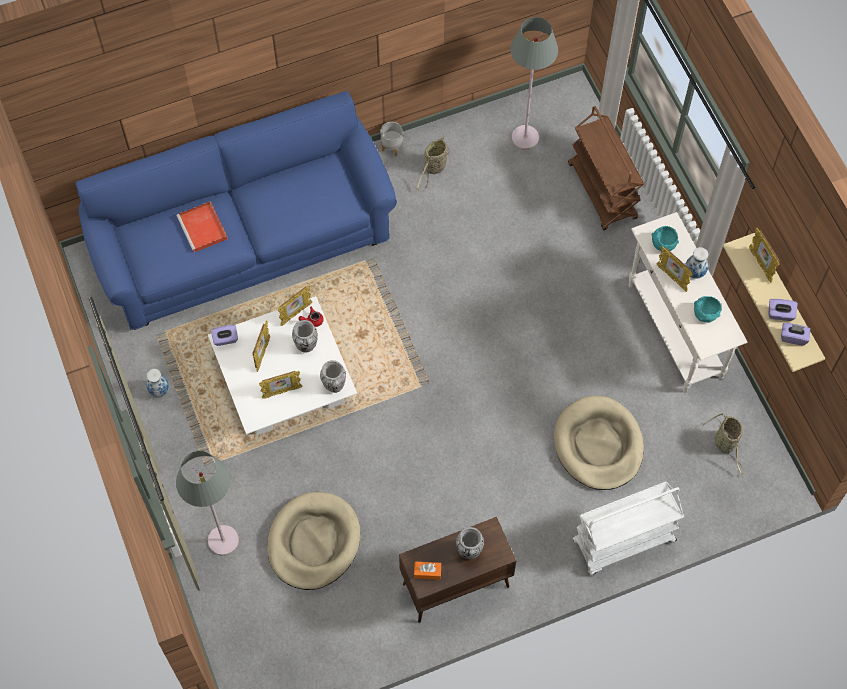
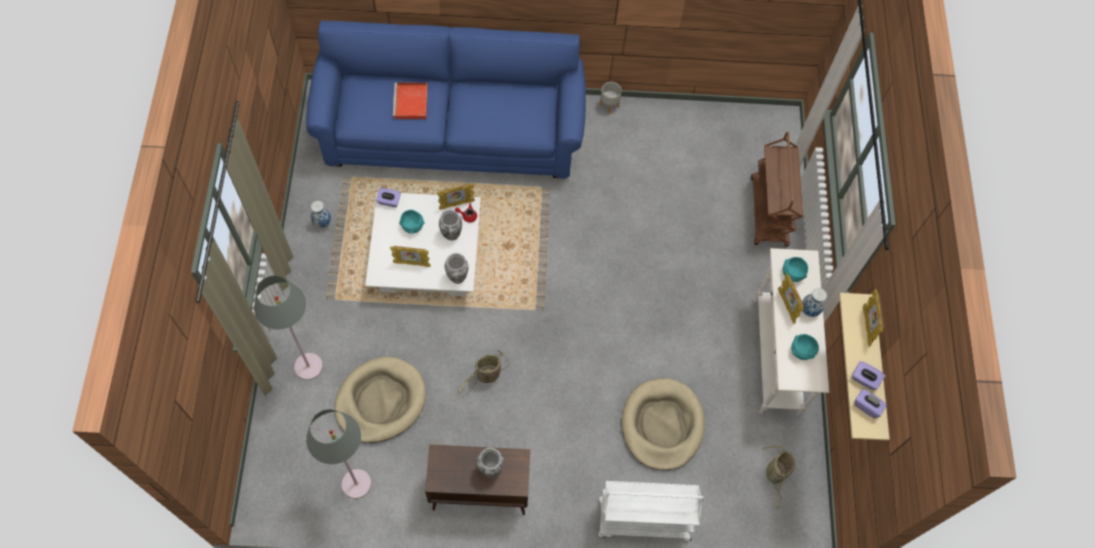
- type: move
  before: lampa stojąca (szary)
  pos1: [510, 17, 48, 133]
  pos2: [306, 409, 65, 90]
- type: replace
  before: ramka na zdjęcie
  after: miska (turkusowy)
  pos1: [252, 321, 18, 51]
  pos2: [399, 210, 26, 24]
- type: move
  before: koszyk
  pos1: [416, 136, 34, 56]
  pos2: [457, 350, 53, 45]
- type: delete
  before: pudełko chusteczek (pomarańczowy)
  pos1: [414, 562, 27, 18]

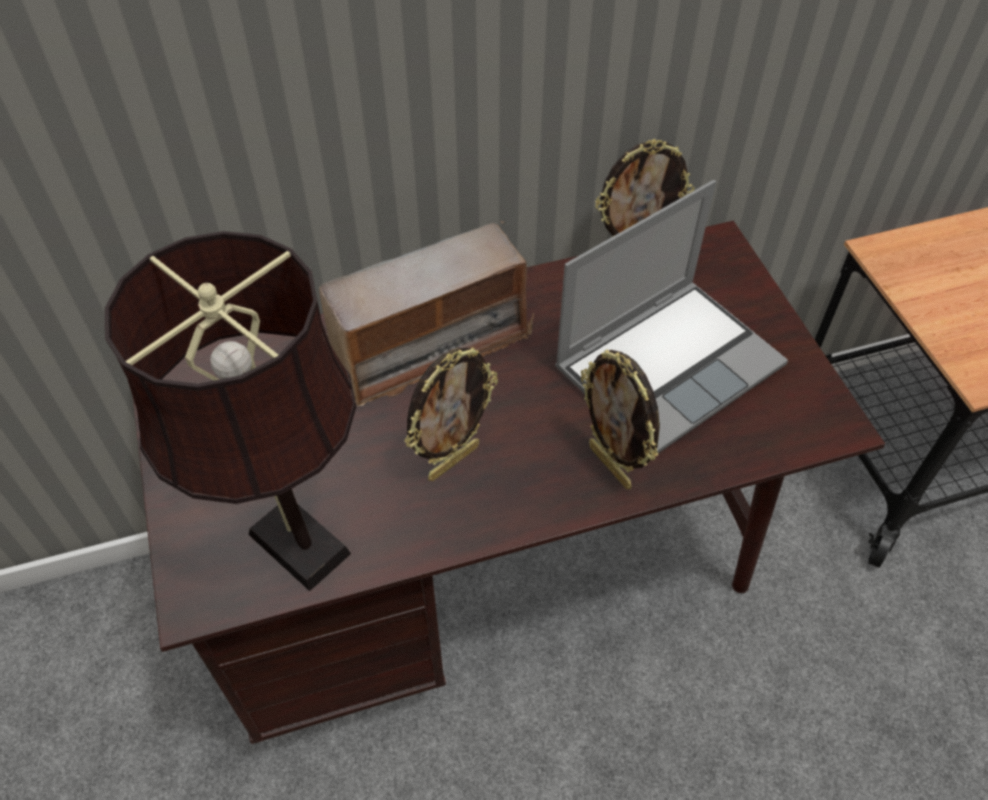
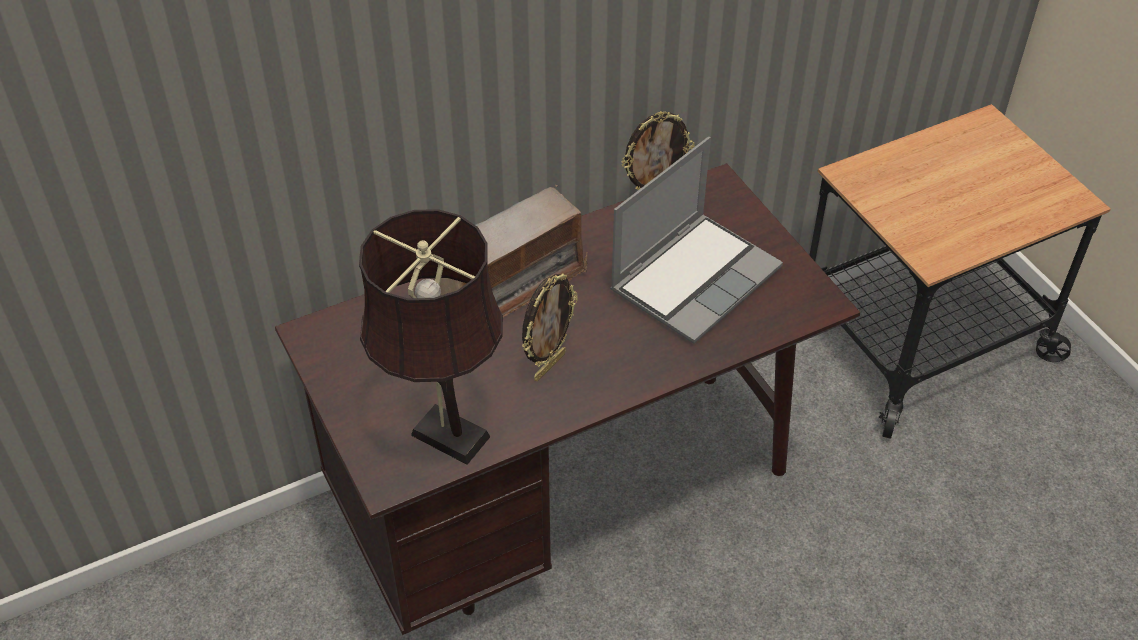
- type: delete
  before: ramka na zdjęcie
  pos1: [581, 349, 79, 140]

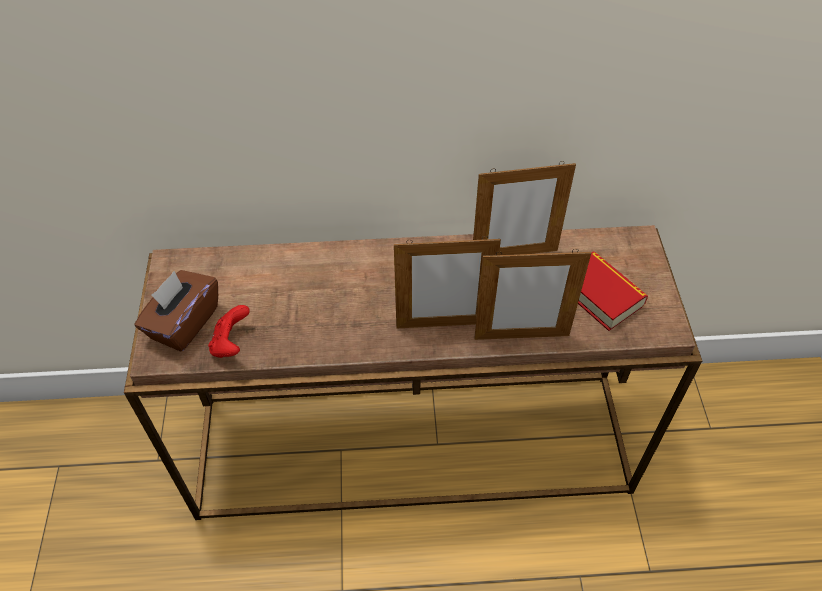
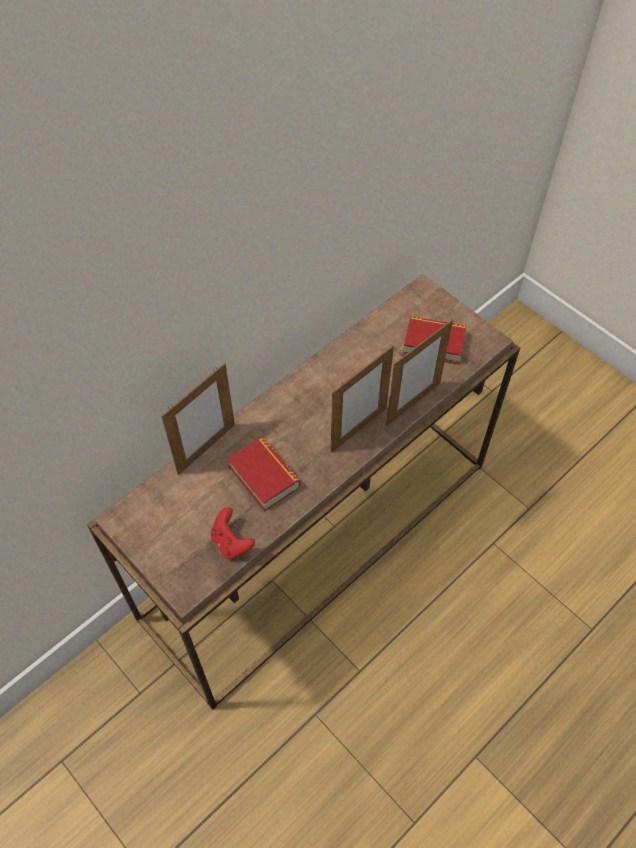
- type: move
  before: ramka na zdjęcie
  pos1: [473, 161, 103, 94]
  pos2: [161, 363, 74, 112]
- type: insert
  after: książka
  pos2: [227, 437, 73, 74]
- type: delete
  before: pudełko chusteczek (brązowy)
  pos1: [135, 270, 83, 81]

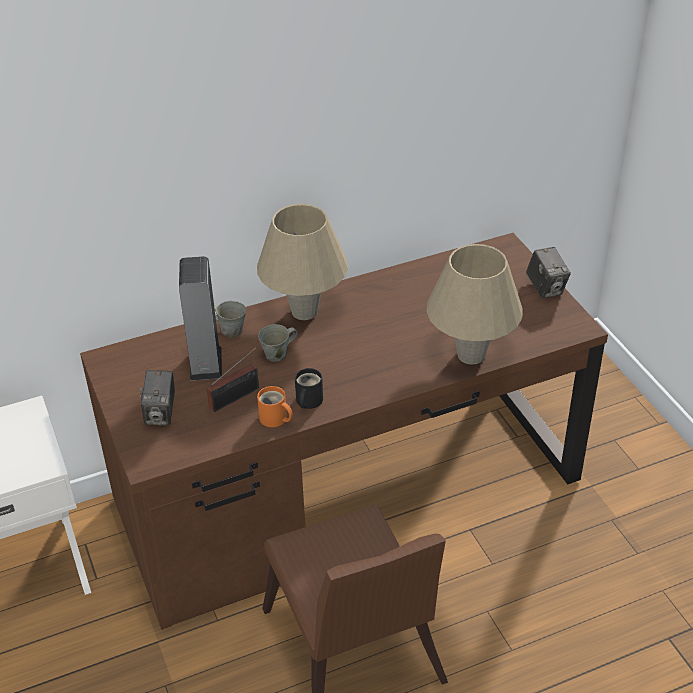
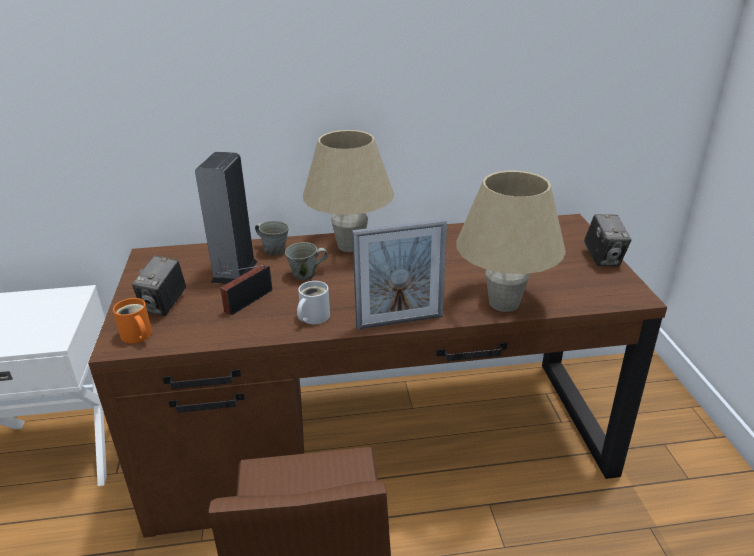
- type: move
  before: kubek (pomarańczowy)
  pos1: [257, 386, 36, 41]
  pos2: [113, 298, 39, 45]
- type: rotate
  before: radio
  pos1: [207, 346, 52, 66]
  pos2: [216, 264, 56, 51]
  turn: 150
- type: recolor
  before: kubek (czarny)
  after: kubek (biały)
  pos1: [295, 368, 28, 41]
  pos2: [297, 281, 33, 43]
- type: insert
  after: ramka na zdjęcie
  pos2: [352, 219, 95, 111]

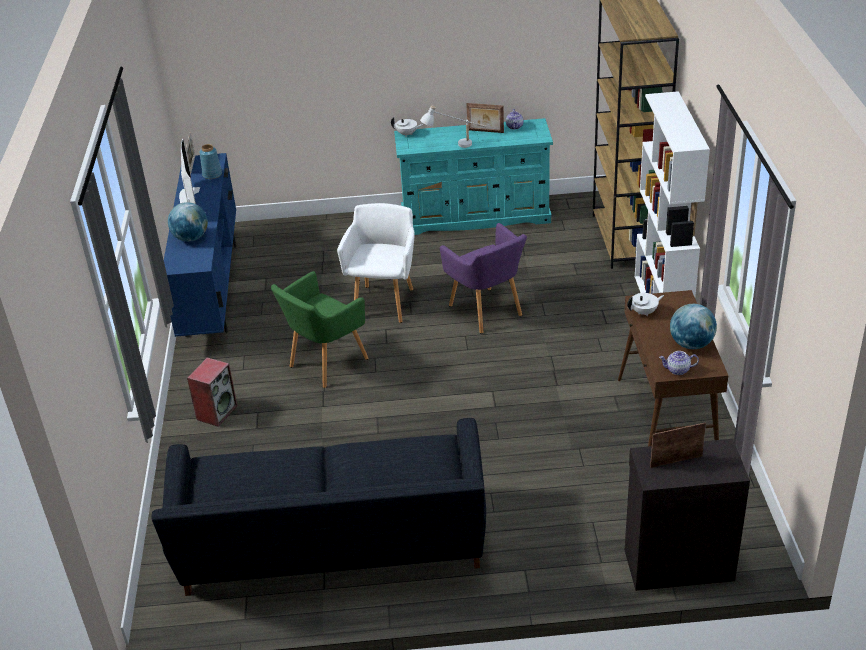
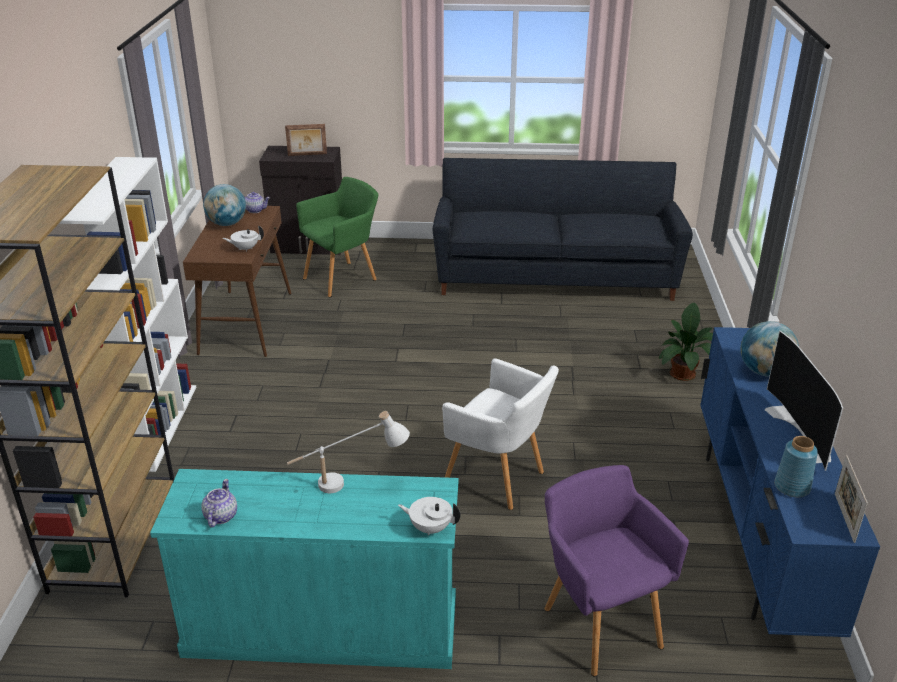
- type: move
  before: fotel (zielony)
  pos1: [271, 271, 98, 117]
  pos2: [296, 177, 82, 120]
- type: rotate
  before: fotel (biały)
  pos1: [337, 203, 78, 120]
  pos2: [442, 358, 117, 152]
  turn: -75
- type: move
  before: fotel (fioletowy)
  pos1: [440, 223, 87, 110]
  pos2: [545, 465, 144, 211]
- type: replace
  before: głośnik
  after: roślina doniczkowa
  pos1: [187, 357, 51, 70]
  pos2: [658, 303, 55, 78]
- type: delete
  before: ramka na zdjęcie
  pos1: [466, 103, 38, 30]

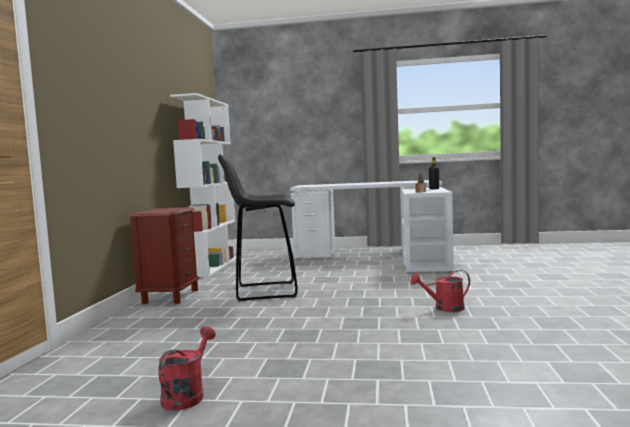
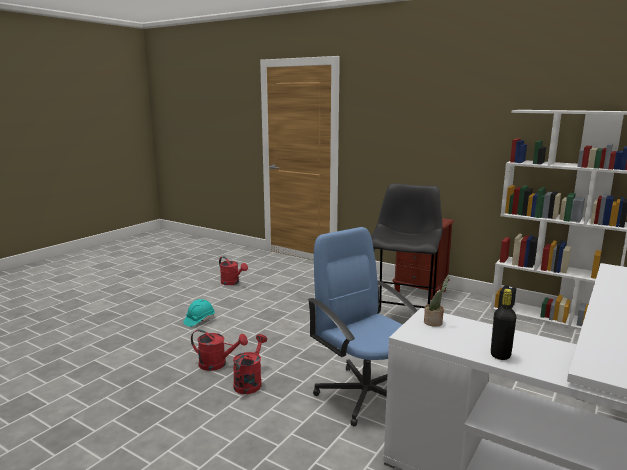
- type: insert
  after: kask (turkusowy)
  pos2: [183, 299, 32, 28]
- type: insert
  after: konewka (czerwony)
  pos2: [191, 330, 57, 41]
- type: insert
  after: krzesło biurowe (niebieski)
  pos2: [307, 227, 111, 200]

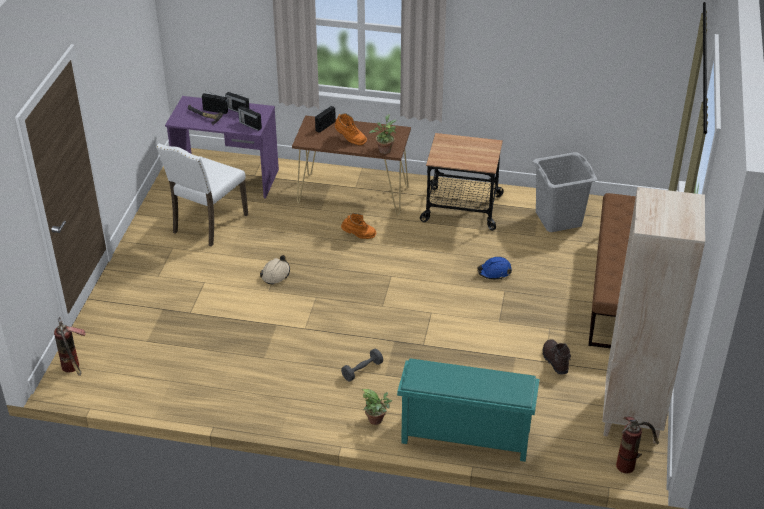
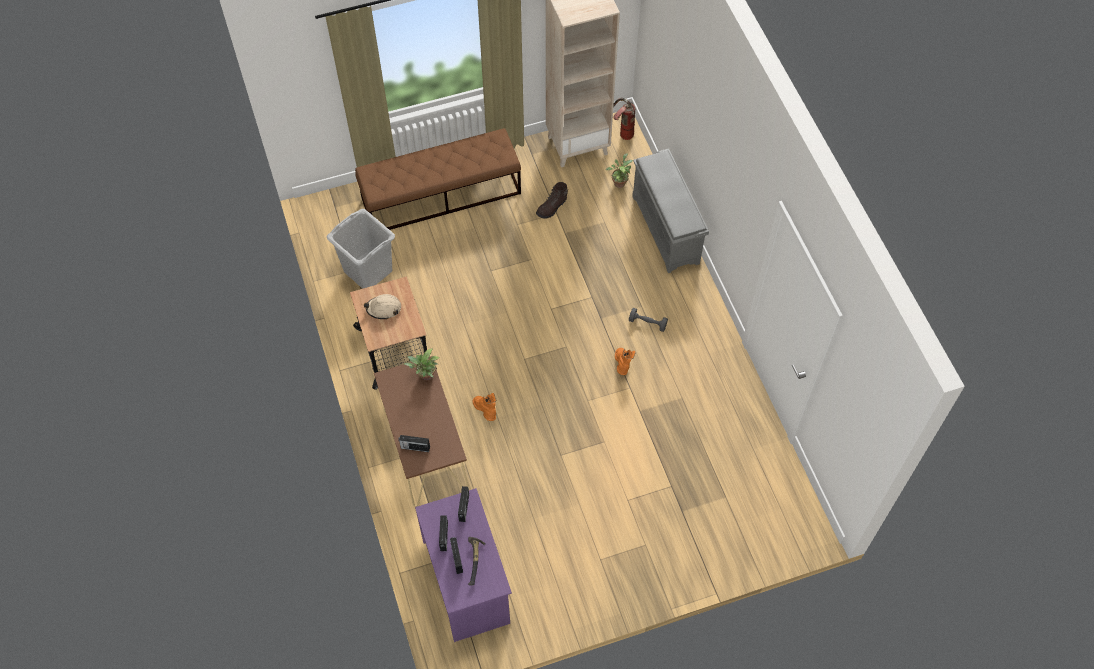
- type: move
  before: kask (beżowy)
  pos1: [260, 255, 30, 30]
  pos2: [364, 294, 37, 26]
- type: move
  before: roślina doniczkowa
  pos1: [362, 389, 30, 36]
  pos2: [606, 153, 27, 35]
- type: move
  before: but z cholewką (pomarańczowy)
  pos1: [335, 114, 32, 31]
  pos2: [615, 348, 21, 27]
- type: recolor
  before: regał na buty (turkusowy)
  after: regał na buty (szary)
  pos1: [397, 358, 143, 104]
  pos2: [632, 148, 77, 125]
- type: delete
  before: gaśnica
  pos1: [54, 317, 31, 59]
- type: delete
  before: krzesło (biały)
  pos1: [156, 144, 92, 102]
- type: delete
  before: kask (niebieski)
  pos1: [477, 257, 35, 23]

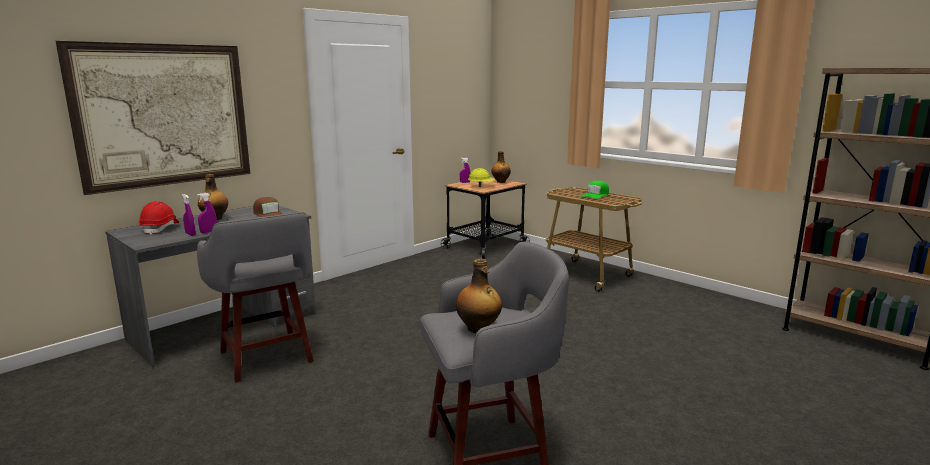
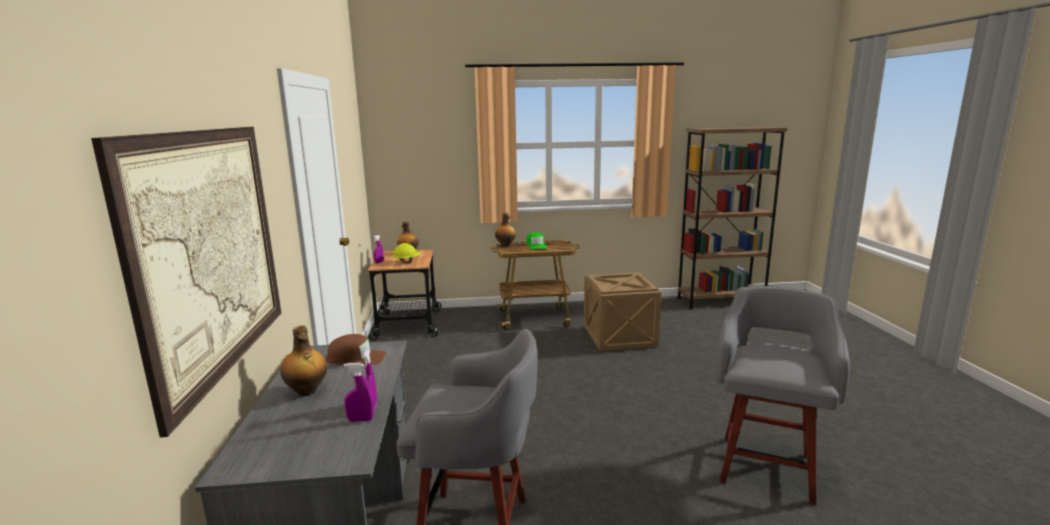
- type: move
  before: butelka
  pos1: [456, 259, 46, 74]
  pos2: [495, 213, 21, 34]
- type: insert
  after: skrzynka
  pos2: [584, 272, 78, 79]
- type: delete
  before: kask (czerwony)
  pos1: [138, 201, 41, 34]

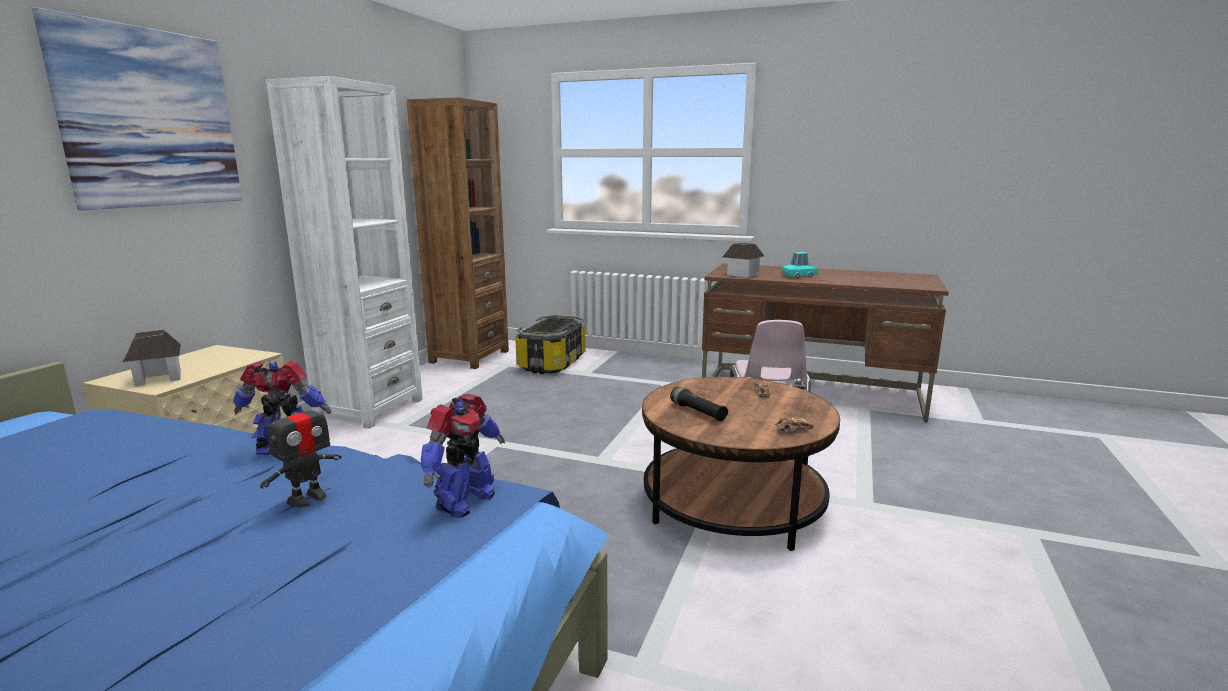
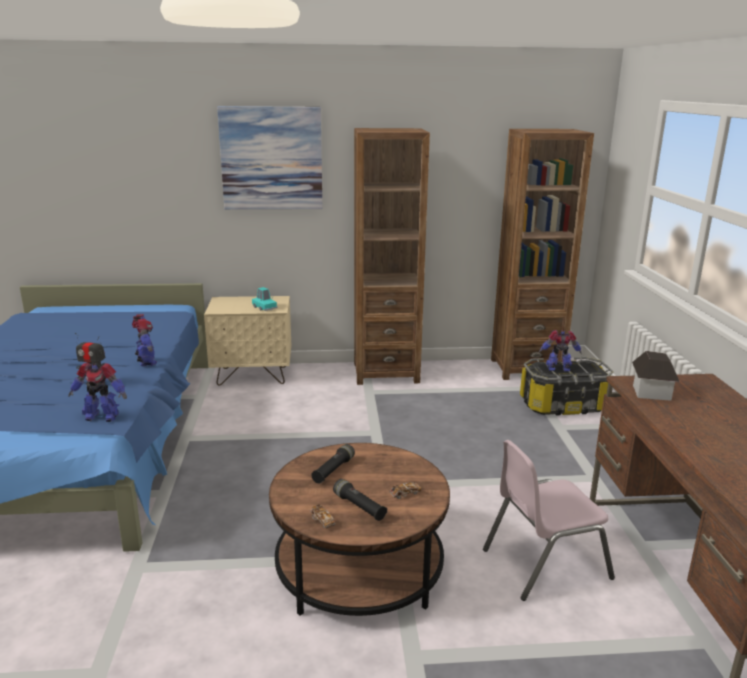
- type: move
  before: samochodzik (turkusowy)
  pos1: [782, 252, 36, 26]
  pos2: [252, 287, 26, 24]
- type: insert
  after: latarka (czarny)
  pos2: [333, 479, 54, 42]
- type: recolor
  before: regał (biały)
  after: regał (brązowy)
  pos1: [266, 76, 157, 353]
  pos2: [354, 128, 76, 257]
- type: insert
  after: robot zabawkowy
  pos2: [539, 330, 43, 41]
- type: delete
  before: domek
  pos1: [123, 330, 58, 57]

